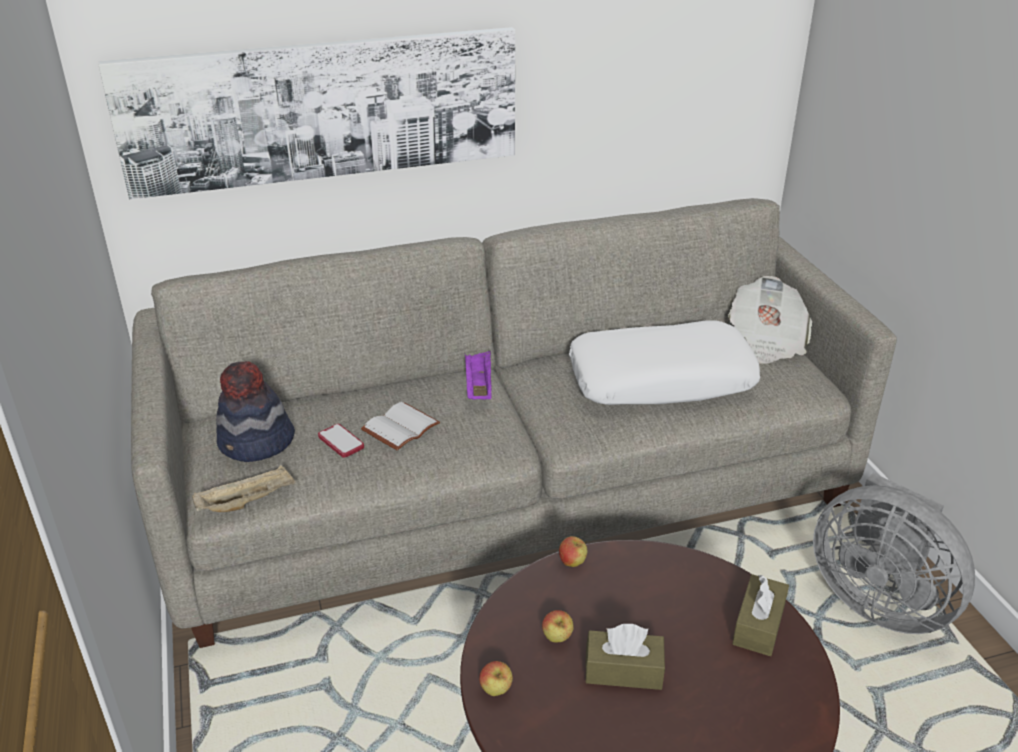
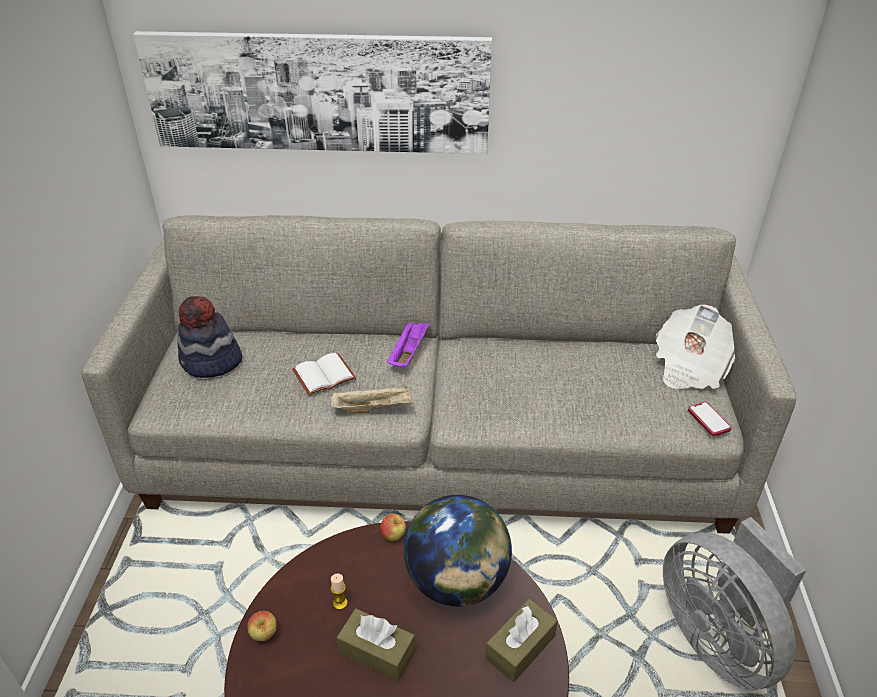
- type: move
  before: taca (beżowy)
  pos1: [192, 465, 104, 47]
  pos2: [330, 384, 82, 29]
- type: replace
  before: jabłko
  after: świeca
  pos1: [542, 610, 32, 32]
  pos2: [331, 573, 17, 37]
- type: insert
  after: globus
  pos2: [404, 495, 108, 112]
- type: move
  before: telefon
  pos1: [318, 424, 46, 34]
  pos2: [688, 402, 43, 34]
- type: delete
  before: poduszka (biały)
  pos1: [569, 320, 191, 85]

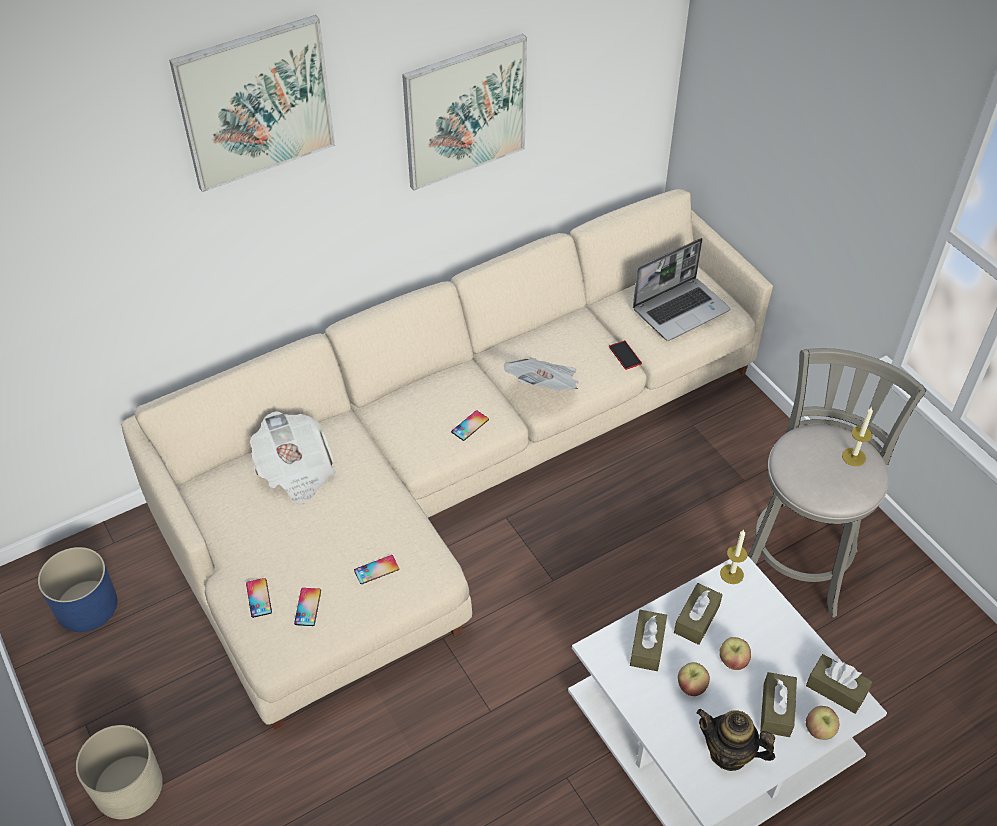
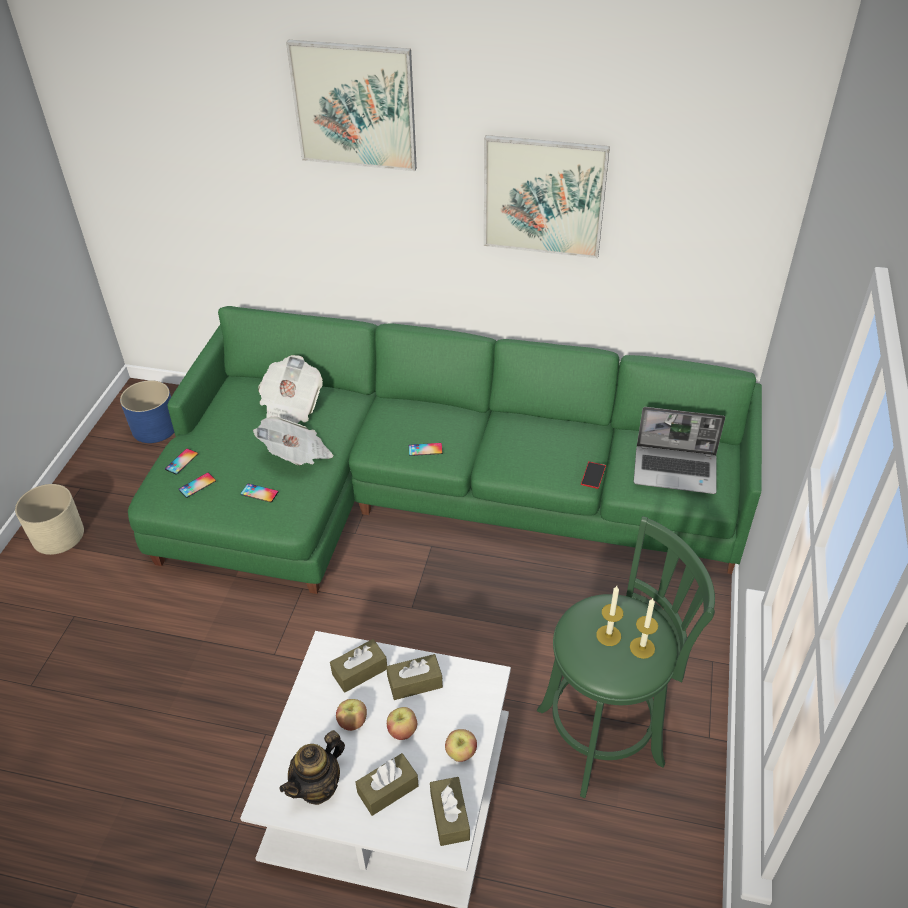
- type: recolor
  before: kanapa (beżowy)
  after: kanapa (zielony)
  pos1: [121, 189, 652, 541]
  pos2: [128, 306, 634, 288]
- type: move
  before: gazeta
  pos1: [504, 357, 75, 34]
  pos2: [253, 416, 80, 49]
- type: rotate
  before: imbryk
  pos1: [697, 709, 78, 62]
  pos2: [279, 730, 66, 75]
  turn: -120
- type: move
  before: jabłko
  pos1: [806, 706, 33, 34]
  pos2: [445, 729, 32, 33]
- type: recolor
  before: stołek (szary)
  after: stołek (zielony)
  pos1: [748, 348, 178, 270]
  pos2: [537, 516, 178, 282]
- type: move
  before: świeca
  pos1: [720, 530, 28, 54]
  pos2: [596, 586, 27, 60]

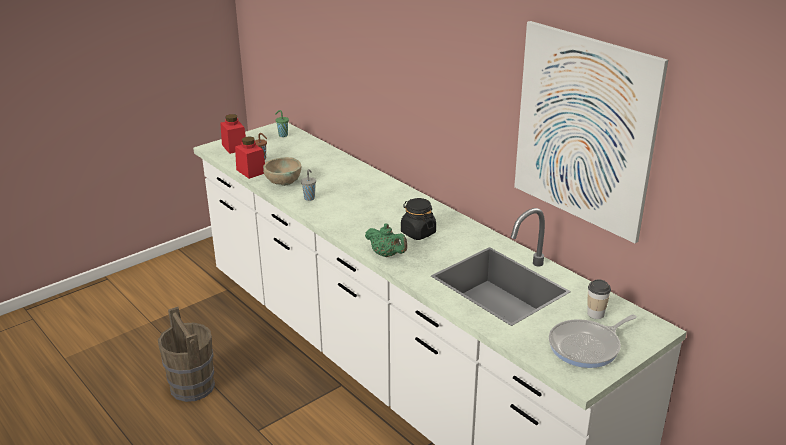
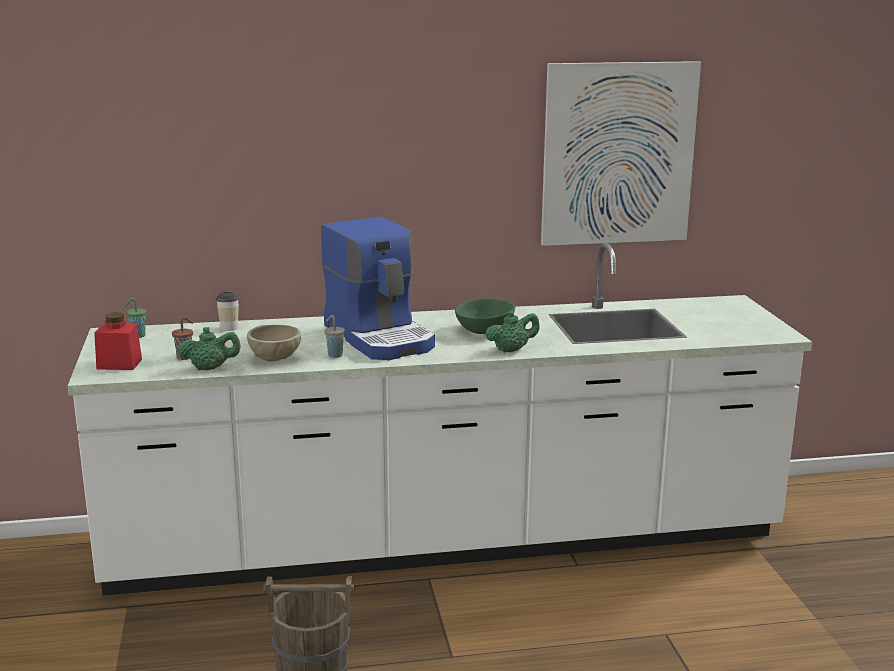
- type: replace
  before: słoik (czerwony)
  after: imbryk (zielony)
  pos1: [235, 136, 30, 43]
  pos2: [177, 327, 64, 43]
- type: move
  before: filiżanka
  pos1: [587, 279, 24, 40]
  pos2: [216, 292, 23, 39]
- type: insert
  after: ekspres do kawy
  pos2: [321, 217, 114, 143]
- type: replace
  before: słoik (czarny)
  after: miska (zielony)
  pos1: [401, 198, 35, 42]
  pos2: [455, 298, 60, 36]
- type: delete
  before: patelnia
  pos1: [549, 315, 88, 53]

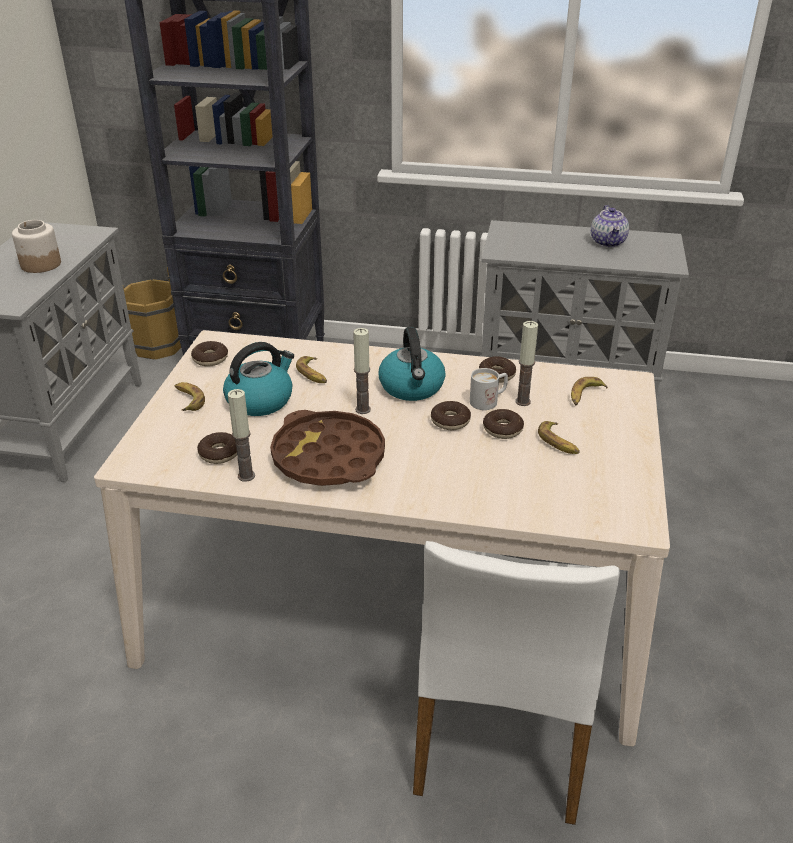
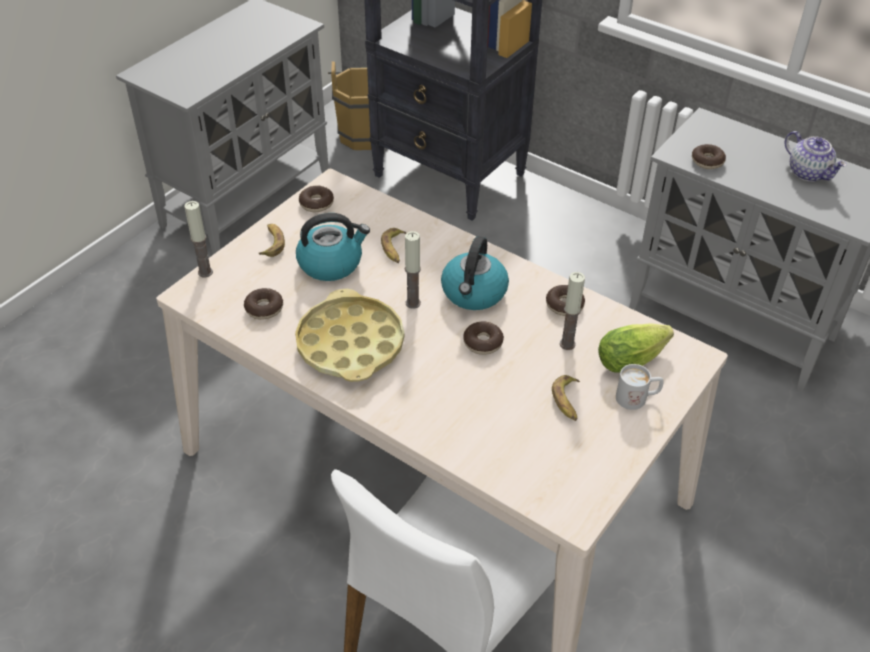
- type: move
  before: świeca
  pos1: [228, 389, 27, 93]
  pos2: [184, 201, 29, 76]
- type: recolor
  before: taca (brązowy)
  after: taca (żółty)
  pos1: [270, 410, 115, 76]
  pos2: [295, 289, 109, 93]
- type: replace
  before: banan
  after: sałata
  pos1: [571, 377, 37, 28]
  pos2: [598, 323, 76, 50]
- type: move
  before: kubek (biały)
  pos1: [470, 368, 38, 42]
  pos2: [616, 364, 48, 46]
- type: move
  before: donut
  pos1: [483, 409, 41, 30]
  pos2: [692, 144, 34, 25]
- type: rotate
  before: imbryk
  pos1: [591, 205, 38, 42]
  pos2: [785, 131, 62, 51]
  turn: -60
- type: delete
  before: słoik
  pos1: [12, 220, 49, 53]

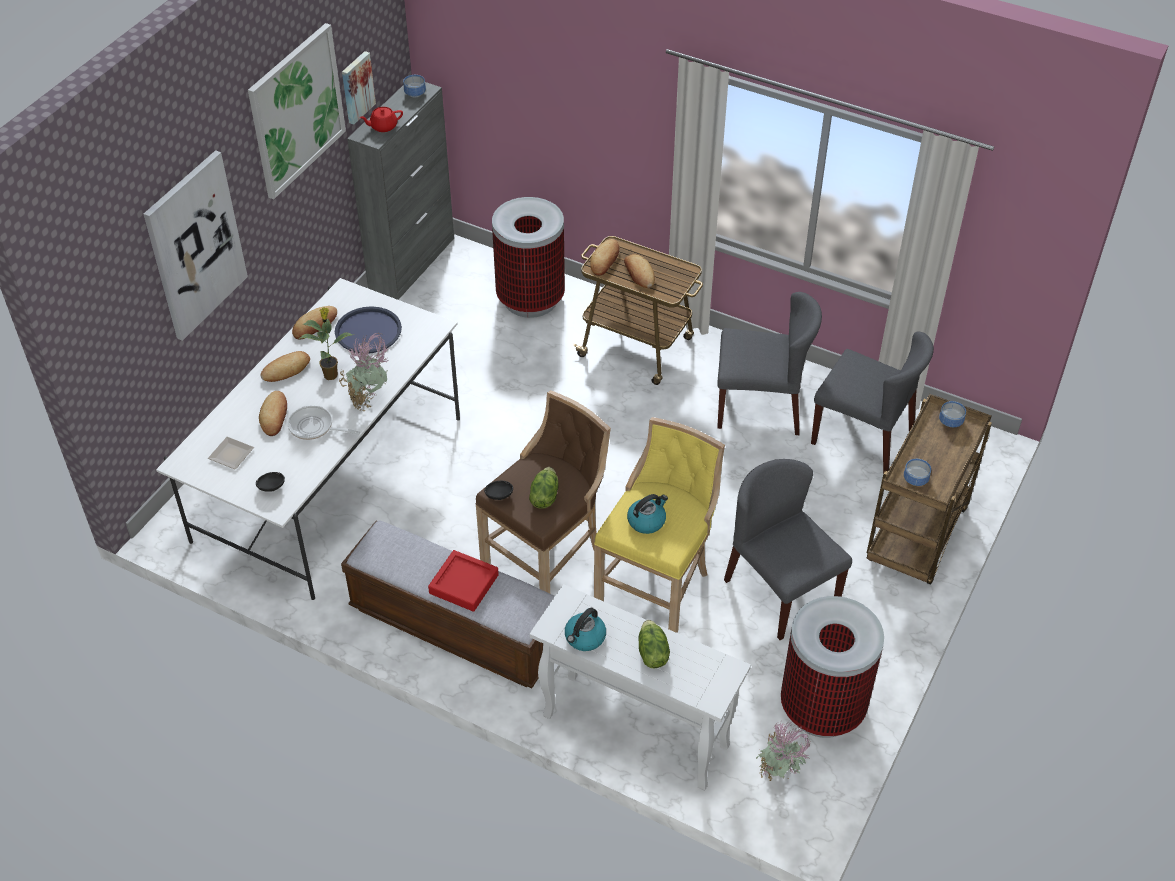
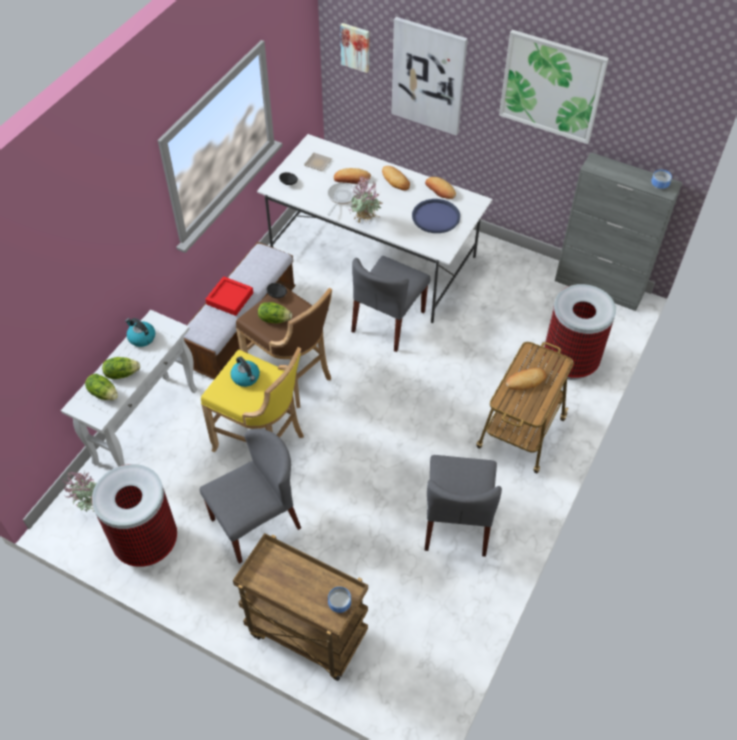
- type: insert
  after: sałata
  pos2: [85, 374, 33, 26]
- type: move
  before: obraz
  pos1: [342, 51, 34, 74]
  pos2: [340, 23, 29, 50]
- type: move
  before: krzesło (szary)
  pos1: [811, 332, 123, 142]
  pos2: [351, 256, 79, 96]
- type: delete
  before: roślina doniczkowa
  pos1: [298, 307, 56, 73]
- type: delete
  before: imbryk (czerwony)
  pos1: [359, 107, 44, 25]
- type: delete
  before: chleb
  pos1: [590, 239, 29, 37]
- type: delete
  before: miska
  pos1: [904, 459, 27, 27]

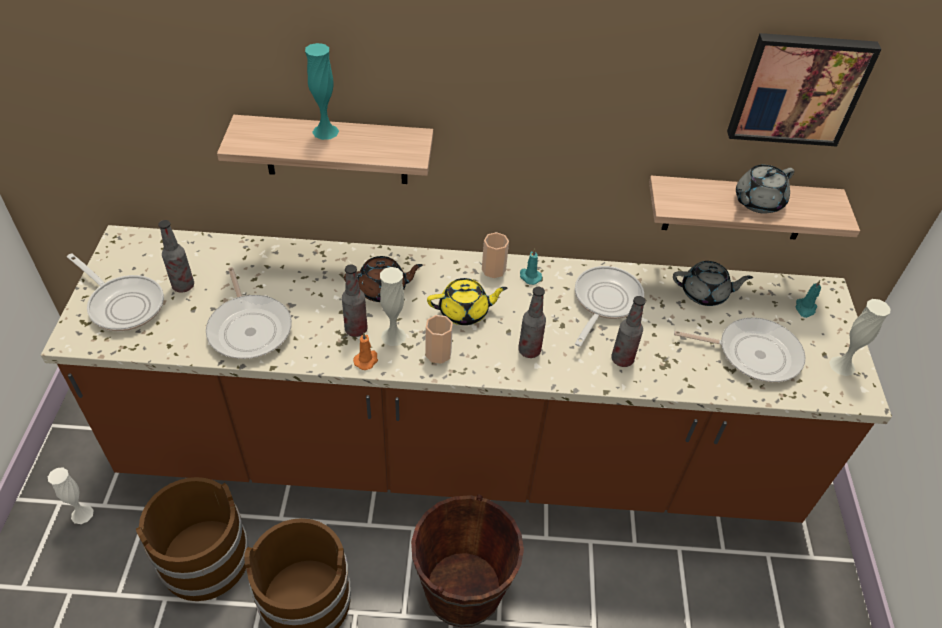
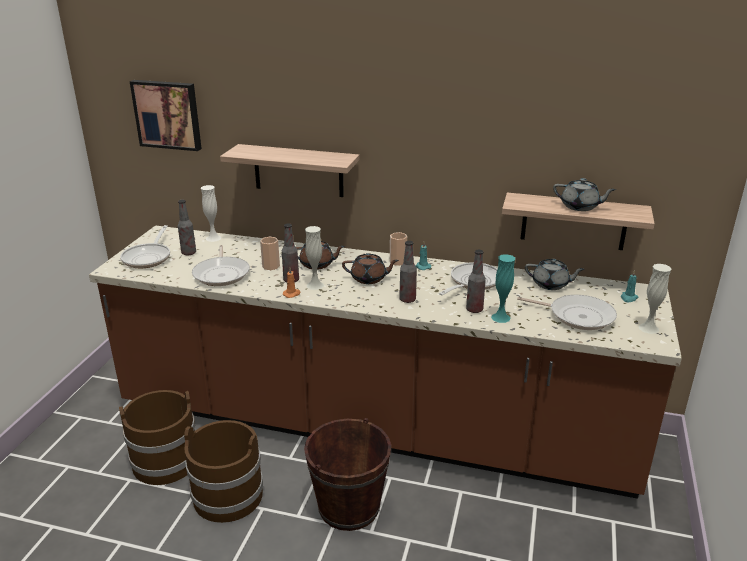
- type: rotate
  before: patelnia
  pos1: [67, 253, 97, 78]
  pos2: [120, 225, 50, 43]
  turn: 45
- type: move
  before: obraz
  pos1: [727, 33, 155, 114]
  pos2: [130, 80, 72, 71]
- type: move
  before: wazon (biały)
  pos1: [48, 467, 46, 57]
  pos2: [201, 185, 21, 57]
- type: move
  before: filiżanka
  pos1: [425, 315, 28, 49]
  pos2: [260, 237, 20, 33]
- type: recolor
  before: imbryk (żółty)
  after: imbryk (brązowy)
  pos1: [427, 278, 80, 47]
  pos2: [342, 253, 57, 31]
- type: move
  before: wazon (turkusowy)
  pos1: [305, 43, 34, 97]
  pos2: [491, 254, 24, 69]
- type: rotate
  before: imbryk (szary)
  pos1: [736, 165, 58, 49]
  pos2: [553, 178, 63, 33]
  turn: -135

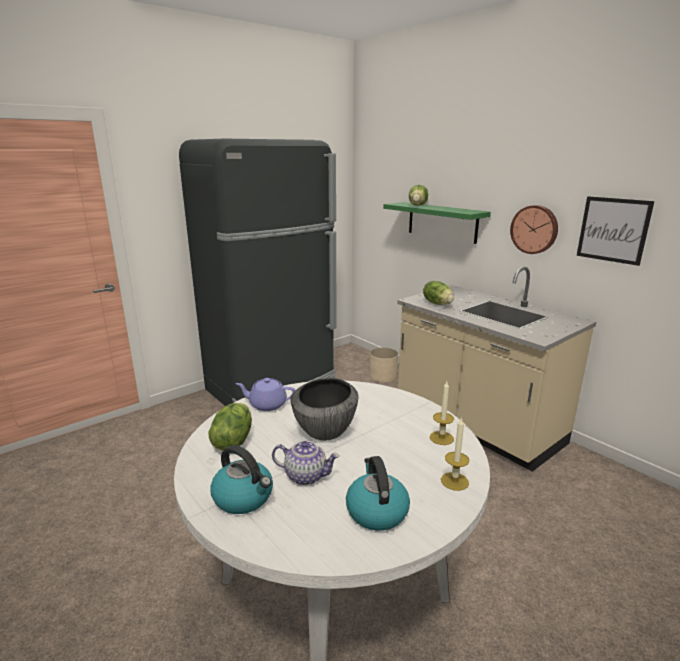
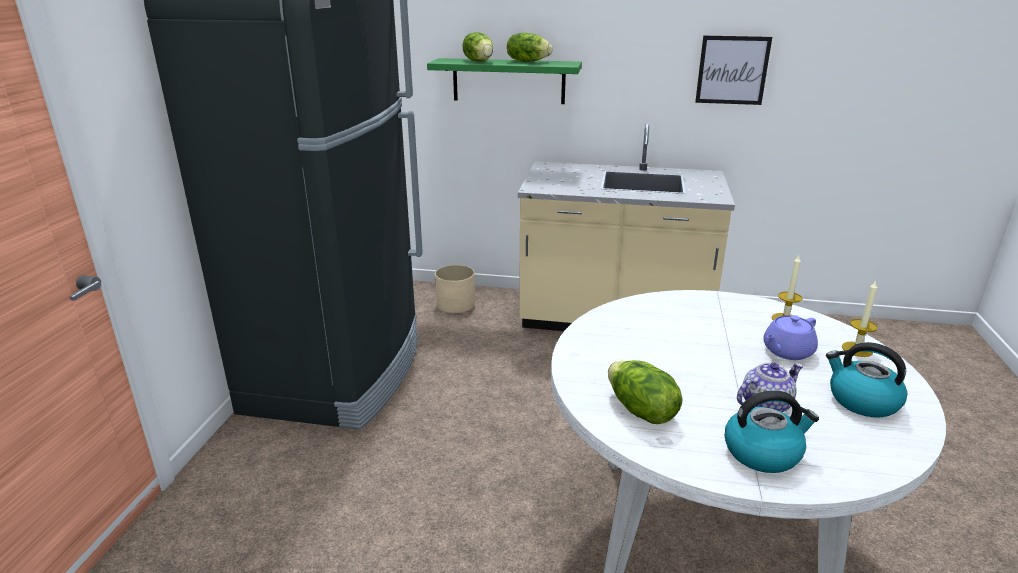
- type: move
  before: sałata
  pos1: [423, 281, 31, 24]
  pos2: [507, 33, 46, 29]
- type: move
  before: imbryk (fioletowy)
  pos1: [236, 378, 59, 33]
  pos2: [763, 315, 55, 45]
- type: delete
  before: miska
  pos1: [290, 378, 68, 62]
- type: delete
  before: zegar ścienny
  pos1: [510, 205, 48, 49]

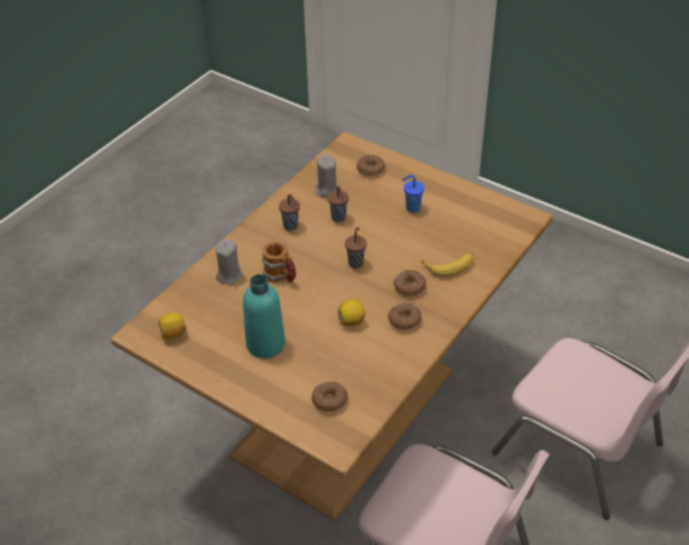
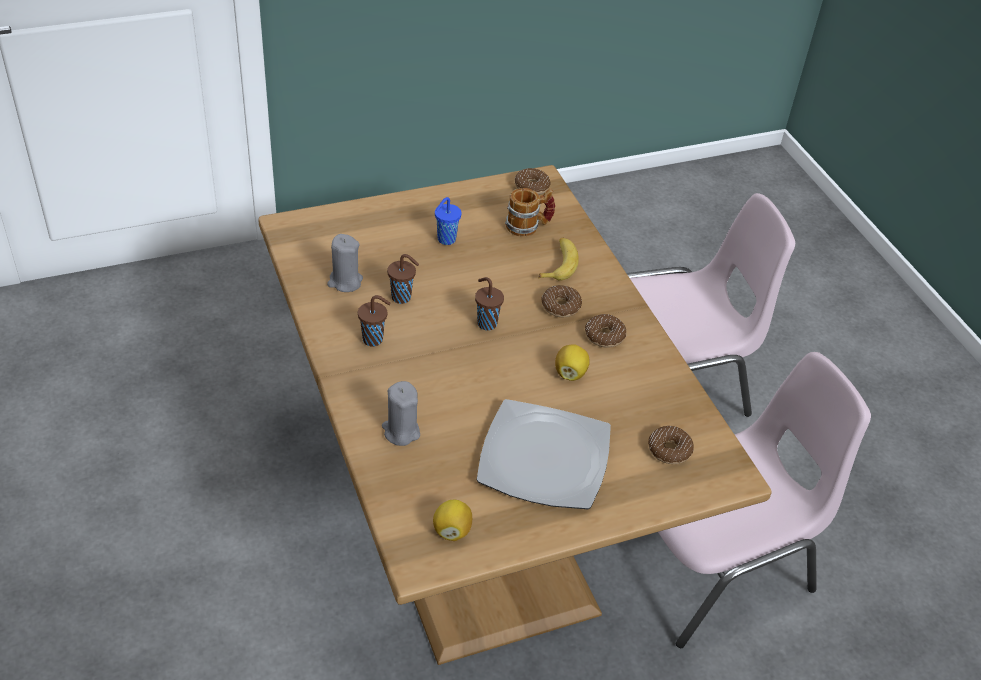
- type: replace
  before: butelka (turkusowy)
  after: talerz
  pos1: [243, 274, 42, 84]
  pos2: [477, 399, 134, 110]
- type: move
  before: kubek
  pos1: [262, 242, 34, 41]
  pos2: [505, 188, 50, 49]
- type: move
  before: donut
  pos1: [357, 155, 28, 22]
  pos2: [515, 168, 36, 27]

